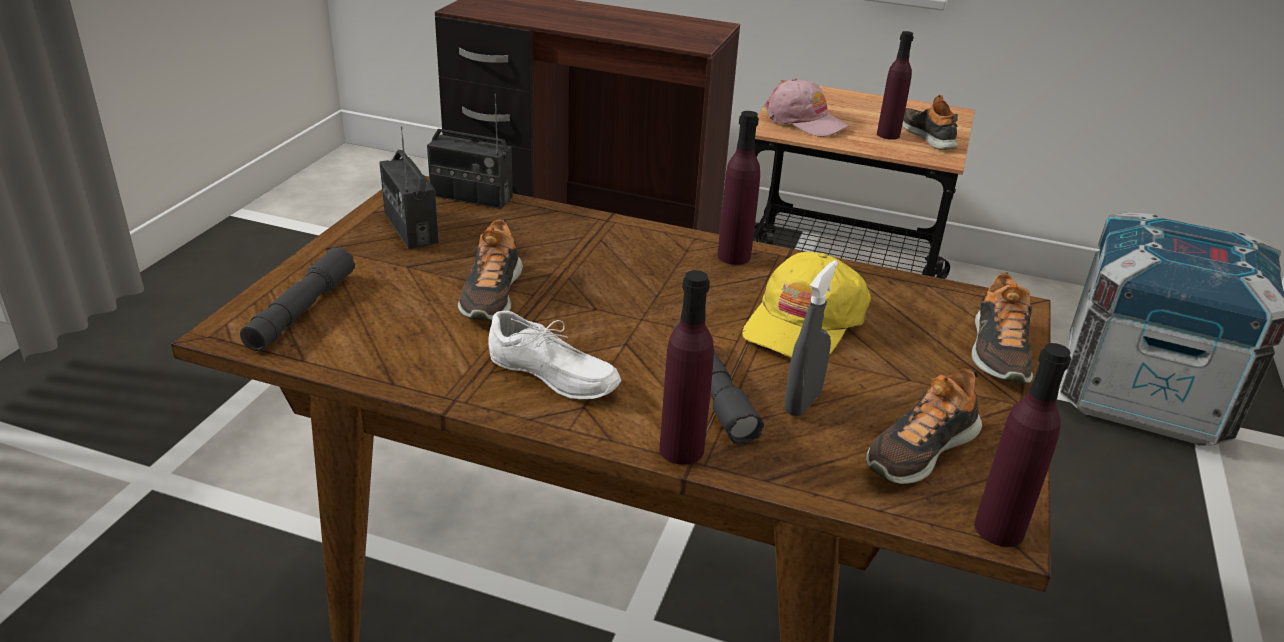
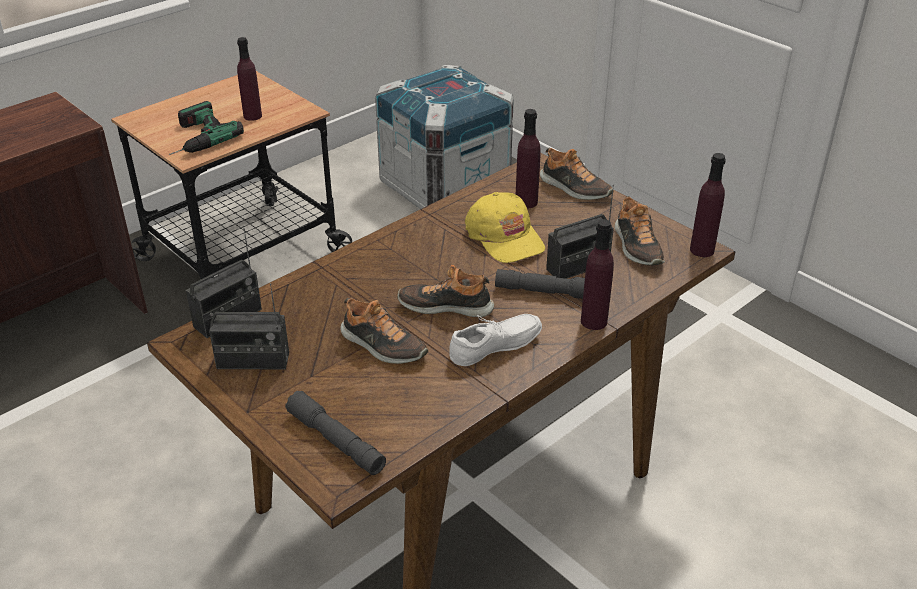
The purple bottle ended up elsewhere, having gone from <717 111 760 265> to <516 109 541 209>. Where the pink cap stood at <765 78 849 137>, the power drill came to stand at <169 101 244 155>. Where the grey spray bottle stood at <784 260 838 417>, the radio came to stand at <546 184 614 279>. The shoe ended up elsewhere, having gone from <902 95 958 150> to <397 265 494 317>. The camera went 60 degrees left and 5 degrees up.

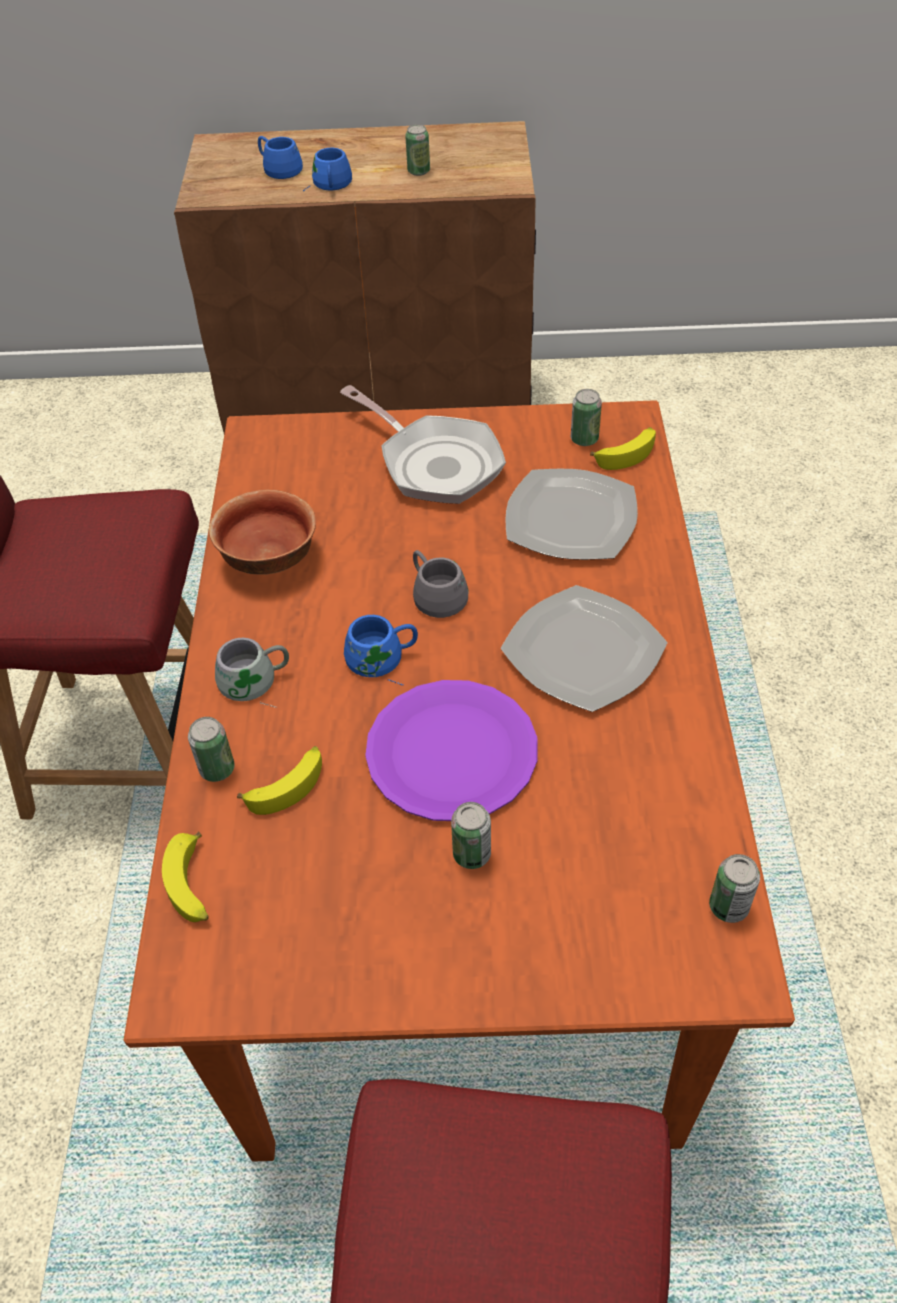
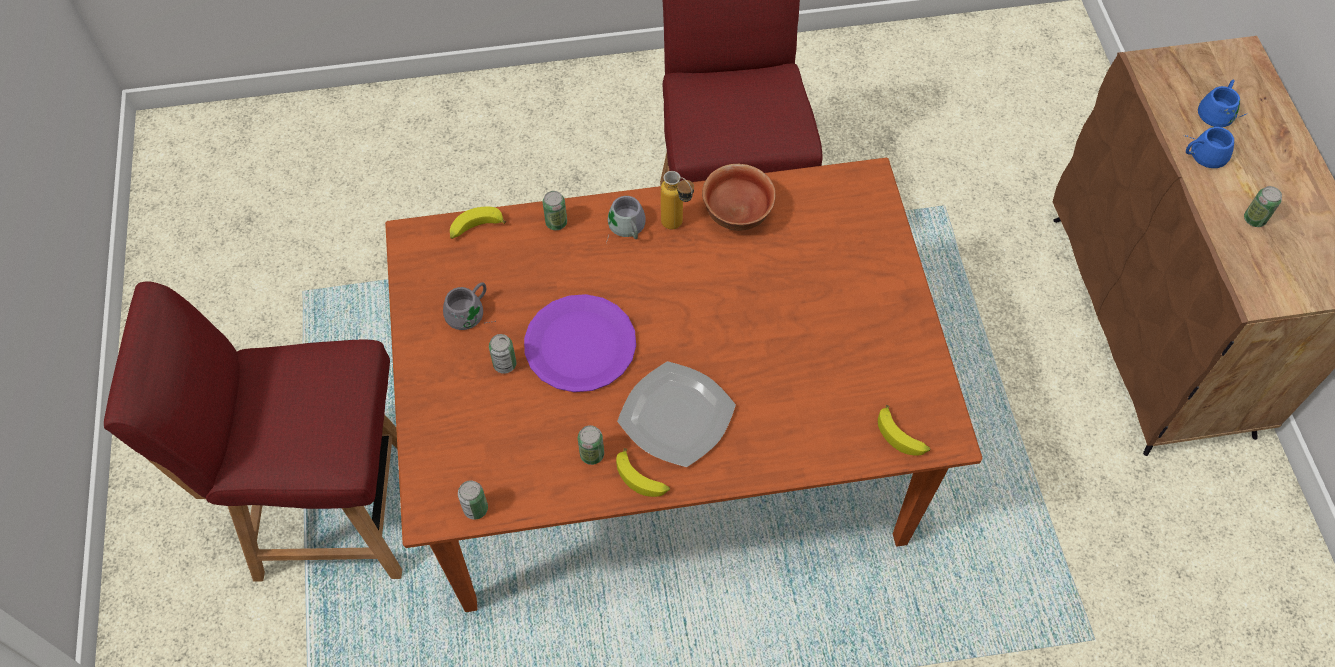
The banana ended up elsewhere, having gone from <237 746 322 815> to <616 448 670 497>. The second view lost the frying pan at <340 385 506 504>. The second view lost the blue mug at <344 615 418 686>. The grey mug ended up elsewhere, having gone from <413 550 468 618> to <443 282 495 330>. The second view lost the plate at <505 469 638 560>. The can ended up elsewhere, having gone from <571 389 602 446> to <578 425 604 465>. The second view gained the bottle at <661 171 694 229>. The camera went 80 degrees right and 10 degrees up.

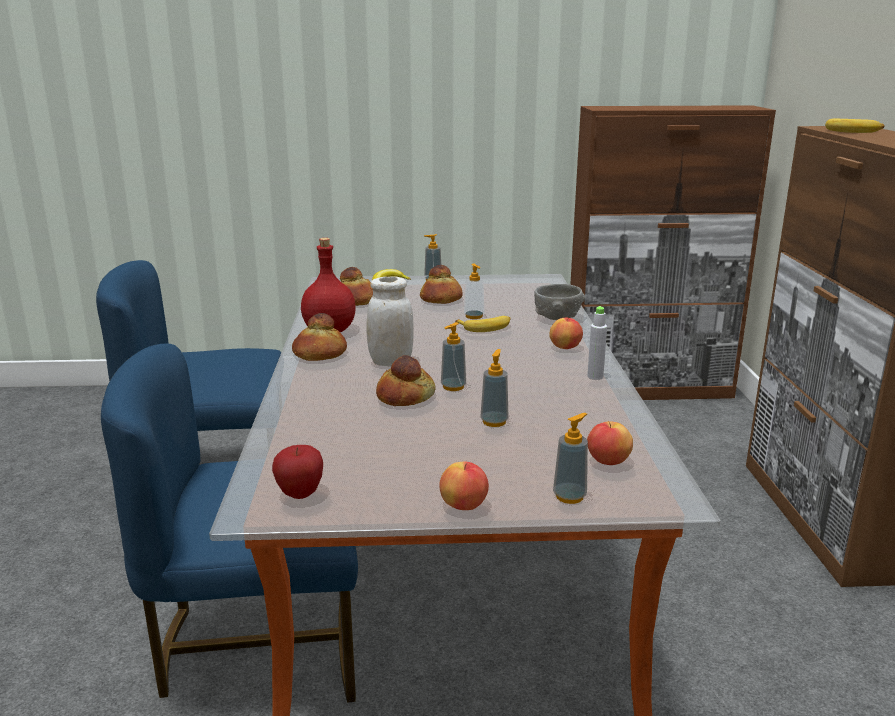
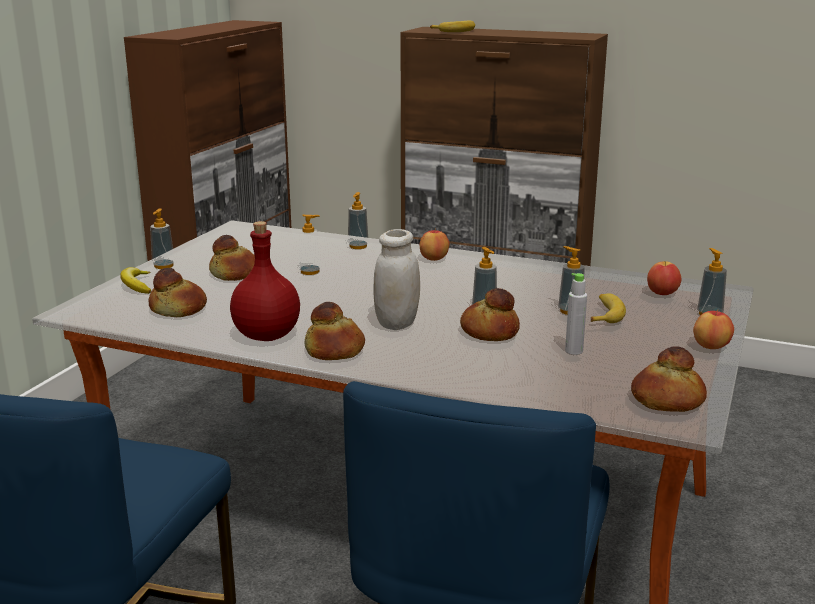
Where the apple stood at <272 445 323 499>, the bread came to stand at <631 346 707 412>. The banana ended up elsewhere, having gone from <455 316 511 332> to <591 293 626 323>. Where the grey bowl stood at <534 284 585 320>, the soap dispenser came to stand at <348 192 369 249>. The grey bottle ended up elsewhere, having gone from <587 306 607 380> to <565 273 587 355>. The camera went 65 degrees left and 0 degrees up.

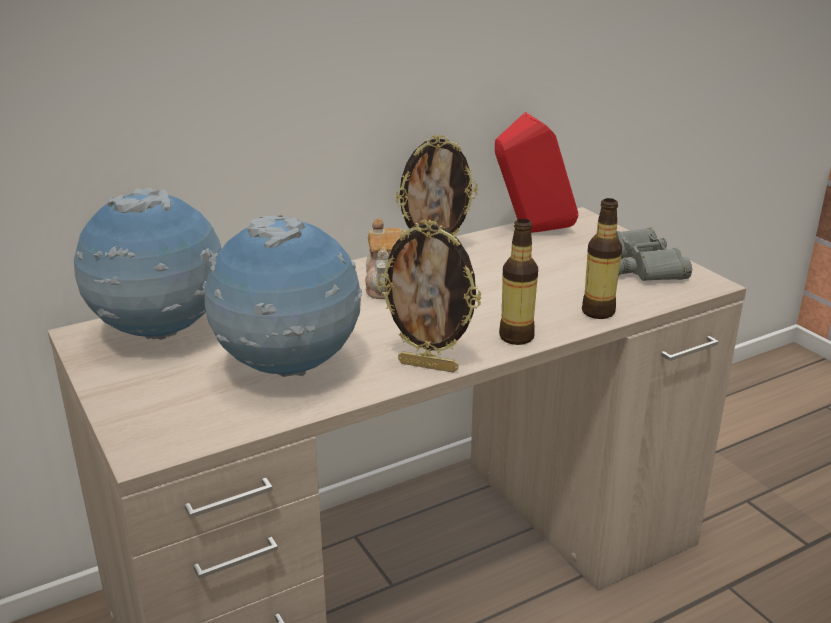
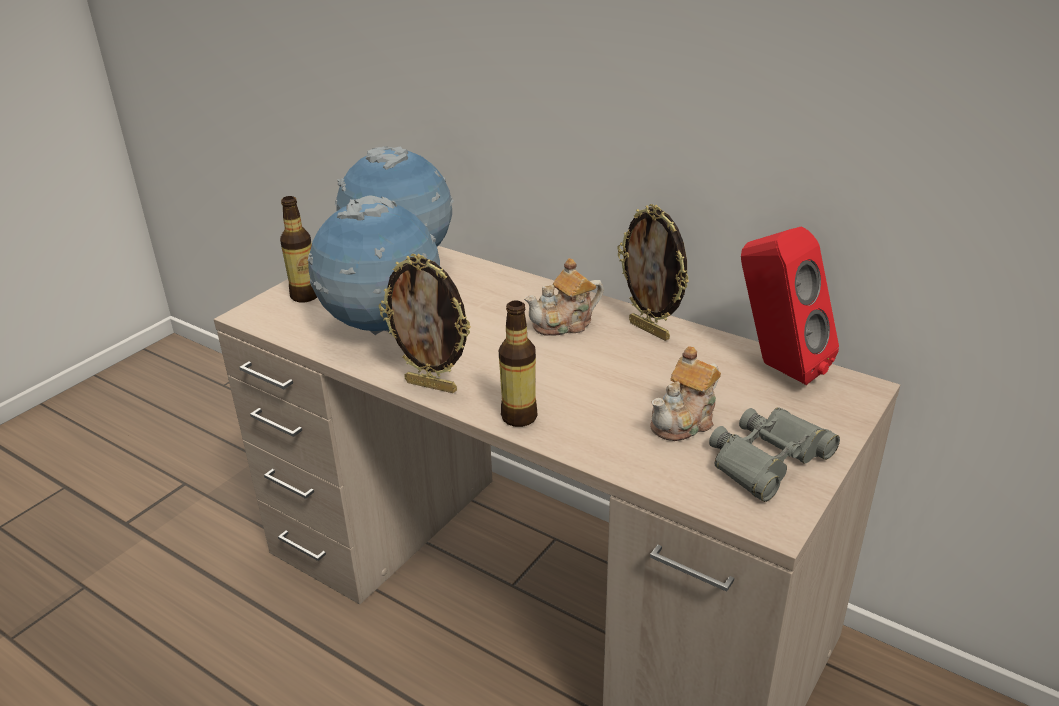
The picture frame at <377 219 482 372> ended up facing another way, 60 degrees counterclockwise from before. The bottle ended up elsewhere, having gone from <582 198 622 319> to <280 196 317 302>. The second view gained the teapot at <650 346 721 441>. The camera went 65 degrees right and 5 degrees up.

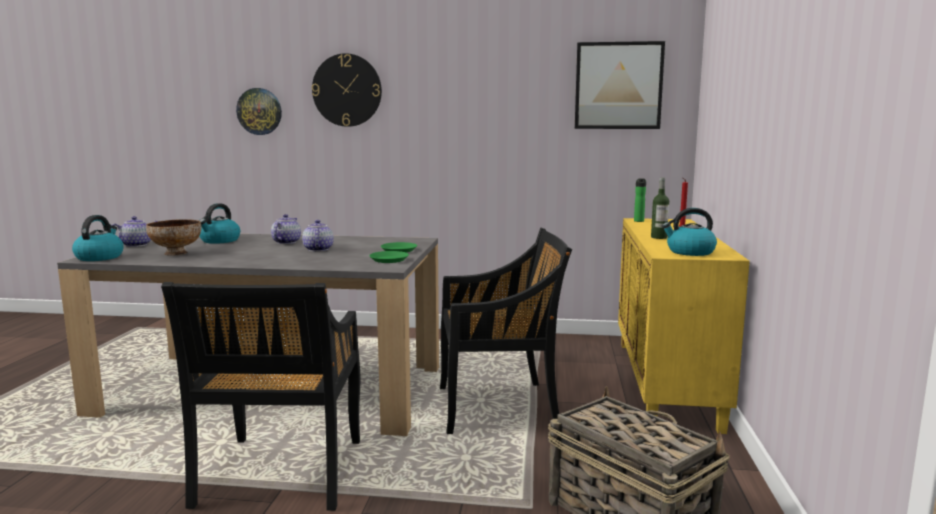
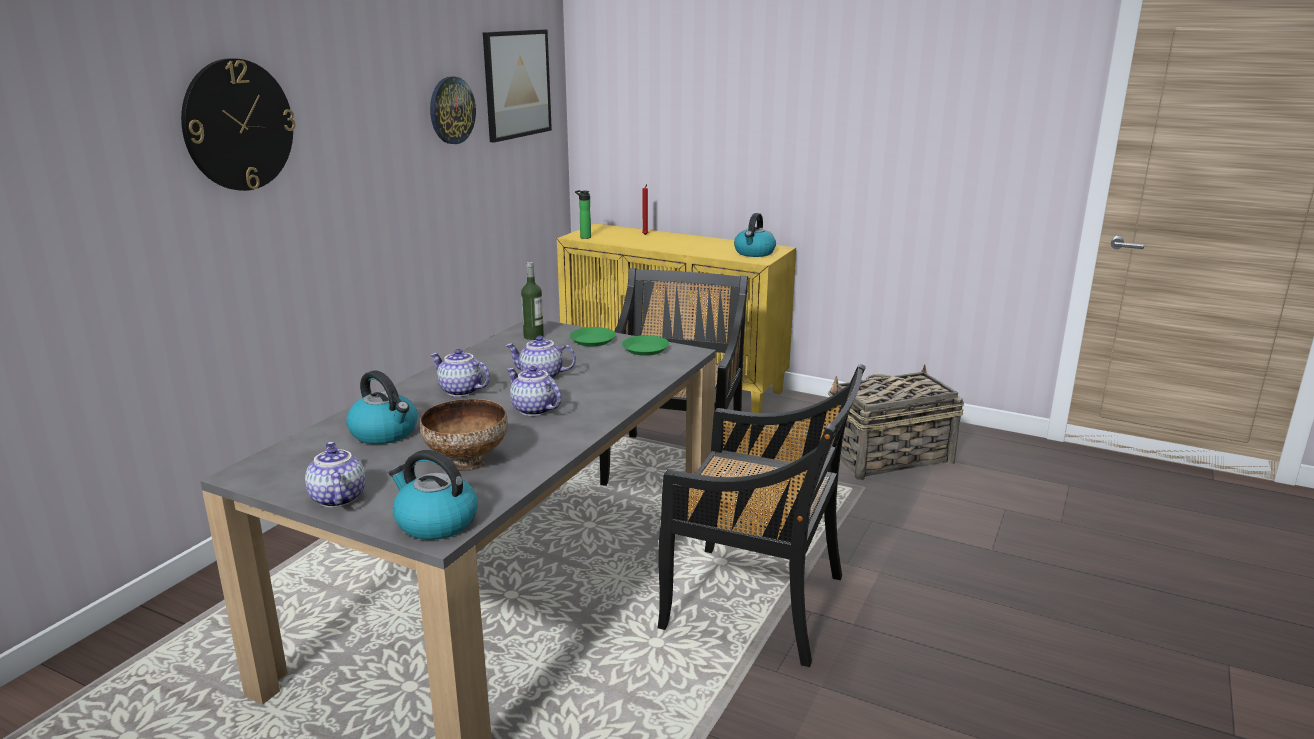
The wall clock ended up elsewhere, having gone from <236 88 282 135> to <430 76 476 144>. The bottle ended up elsewhere, having gone from <651 178 669 239> to <521 262 544 340>. The second view gained the teapot at <507 366 561 416>. The camera went 70 degrees left and 10 degrees up.

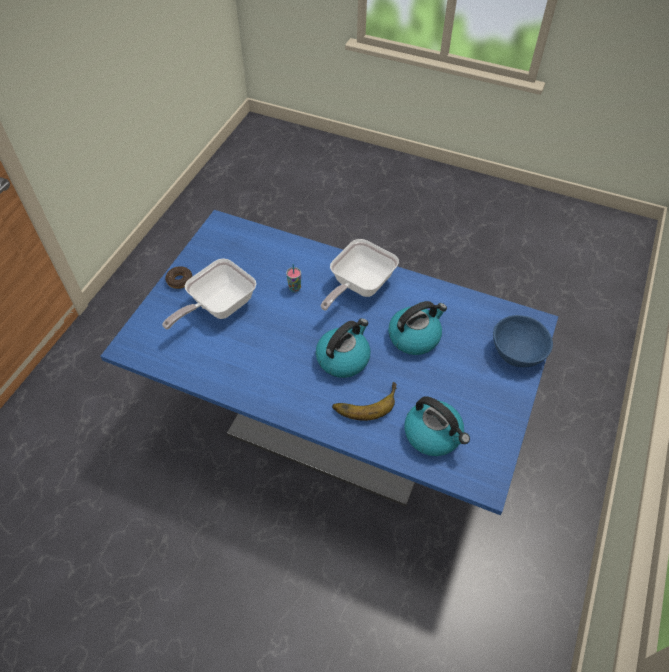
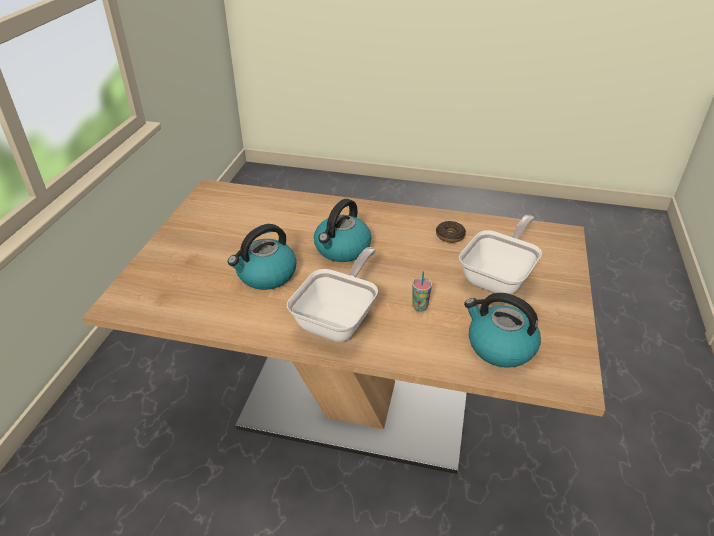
What was the blue dining table at <101 210 558 515> turned into the brown dining table at <82 179 605 474>. The donut ended up elsewhere, having gone from <165 266 192 289> to <436 221 466 243>. The second view lost the banana at <332 382 397 421>. The kettle ended up elsewhere, having gone from <404 396 470 456> to <464 293 541 368>. The second view lost the blue bowl at <493 315 553 367>. The camera went 170 degrees right and 15 degrees down.

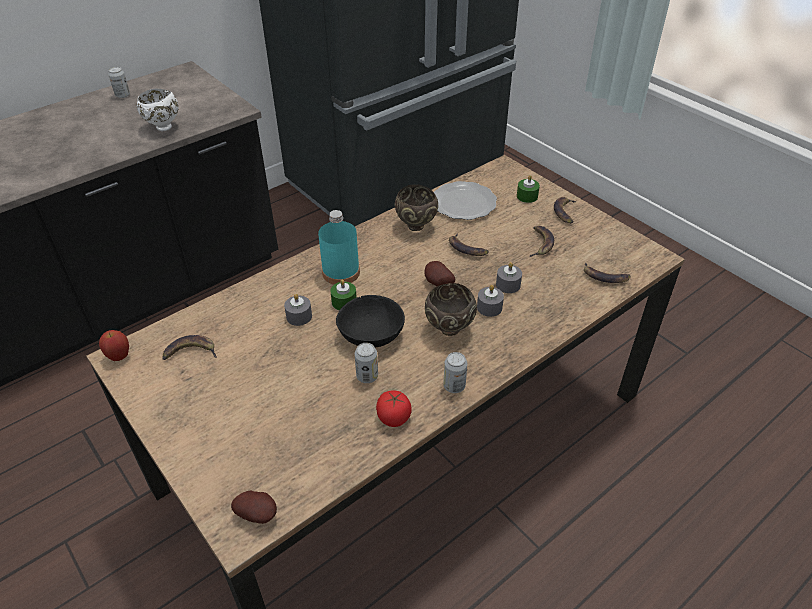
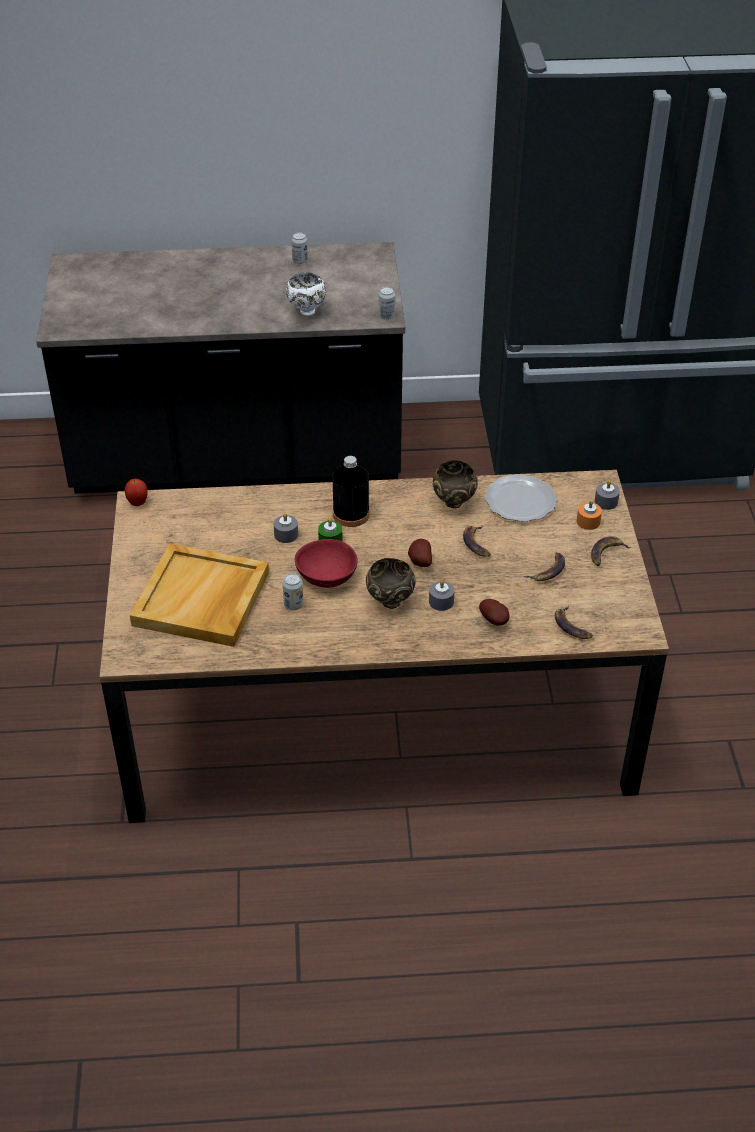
The second view lost the banana at <162 335 217 360>. The potato ended up elsewhere, having gone from <231 490 277 524> to <479 599 510 626>. What was the turquoise bottle at <318 210 360 284> turned into the black bottle at <332 456 370 527>. What was the black bowl at <336 295 405 348> turned into the red bowl at <295 539 357 588>. The second view lost the tomato at <376 390 412 427>. The can ended up elsewhere, having gone from <444 352 467 393> to <379 287 395 320>. The grey candle ended up elsewhere, having gone from <496 262 522 293> to <595 480 620 510>. What was the green candle at <517 175 540 203> turned into the orange candle at <577 500 602 530>. The second view gained the beige tray at <130 544 269 647>. The camera went 35 degrees right and 0 degrees up.

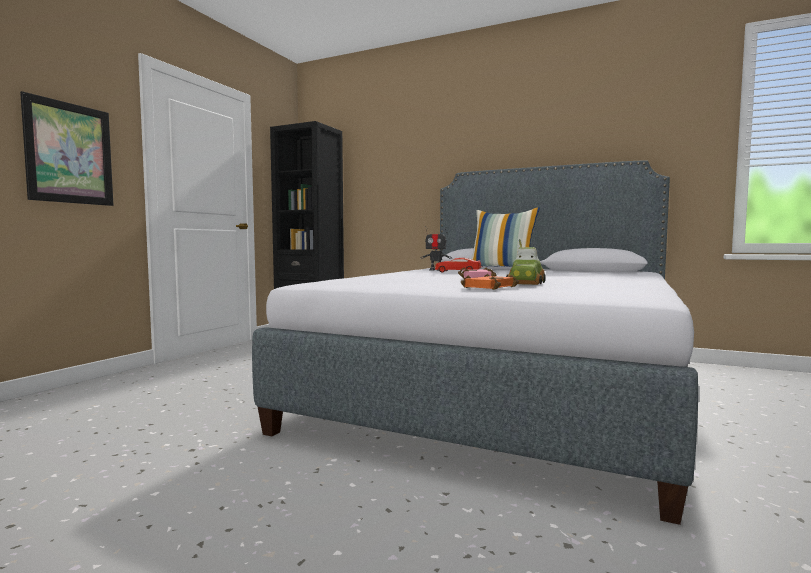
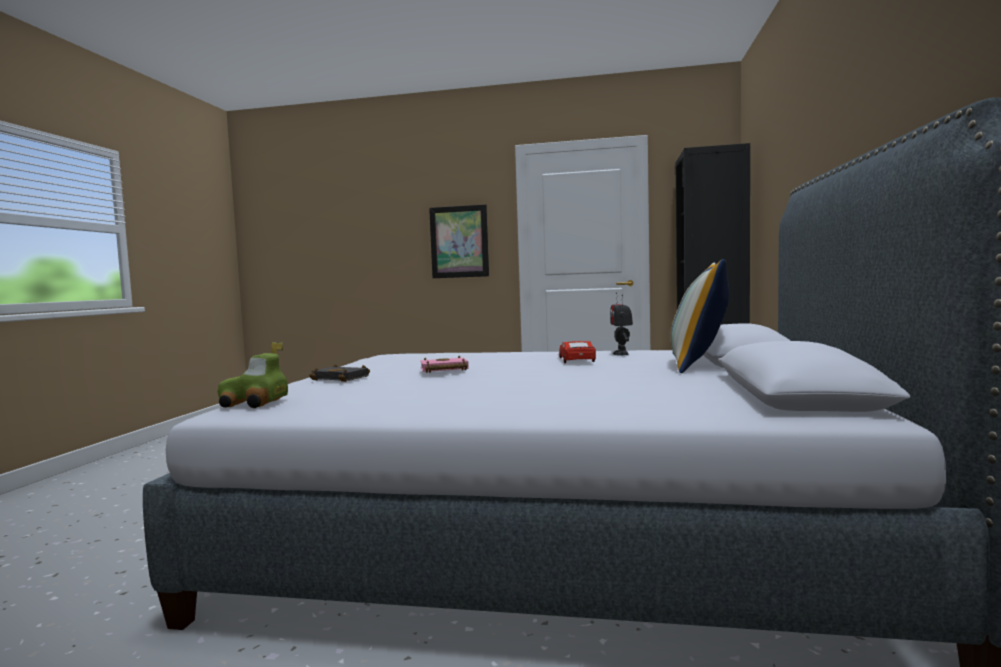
What was the orange book at <461 274 519 290> turned into the black book at <309 364 370 382>. The toy car ended up elsewhere, having gone from <506 239 546 285> to <217 342 288 408>. The camera went 75 degrees right and 0 degrees up.

